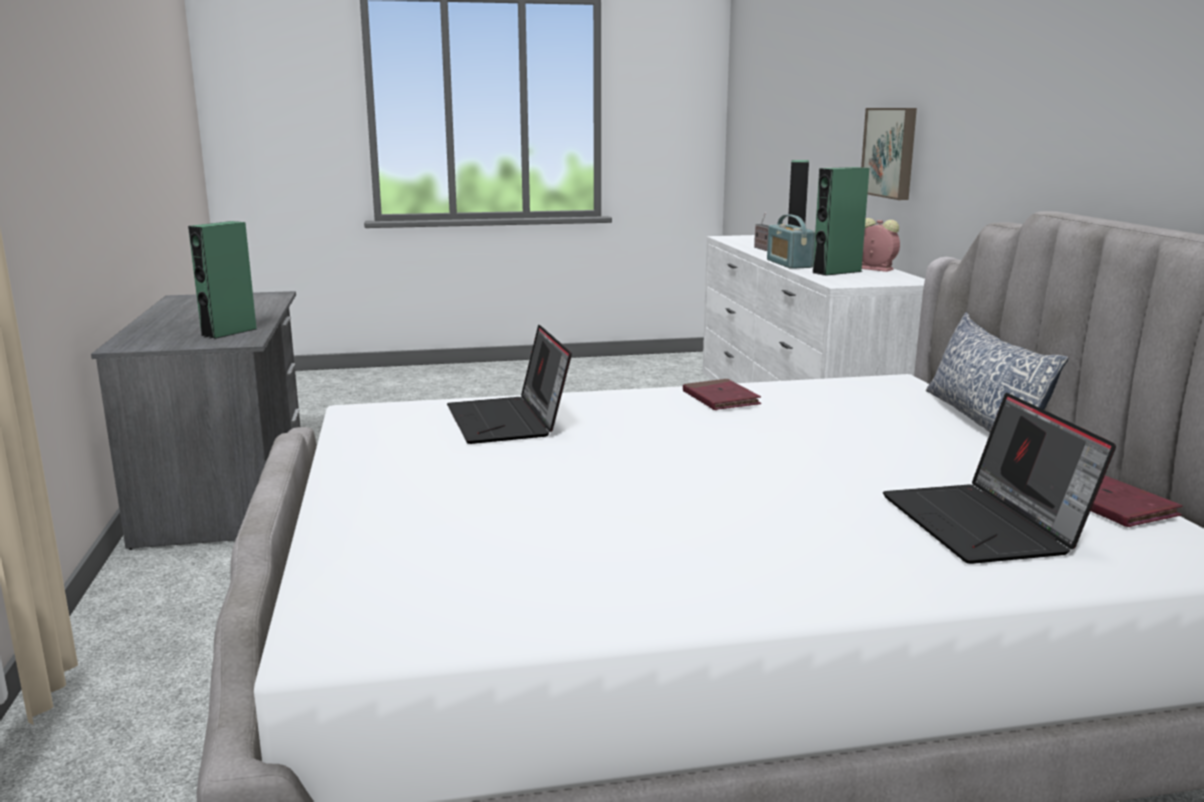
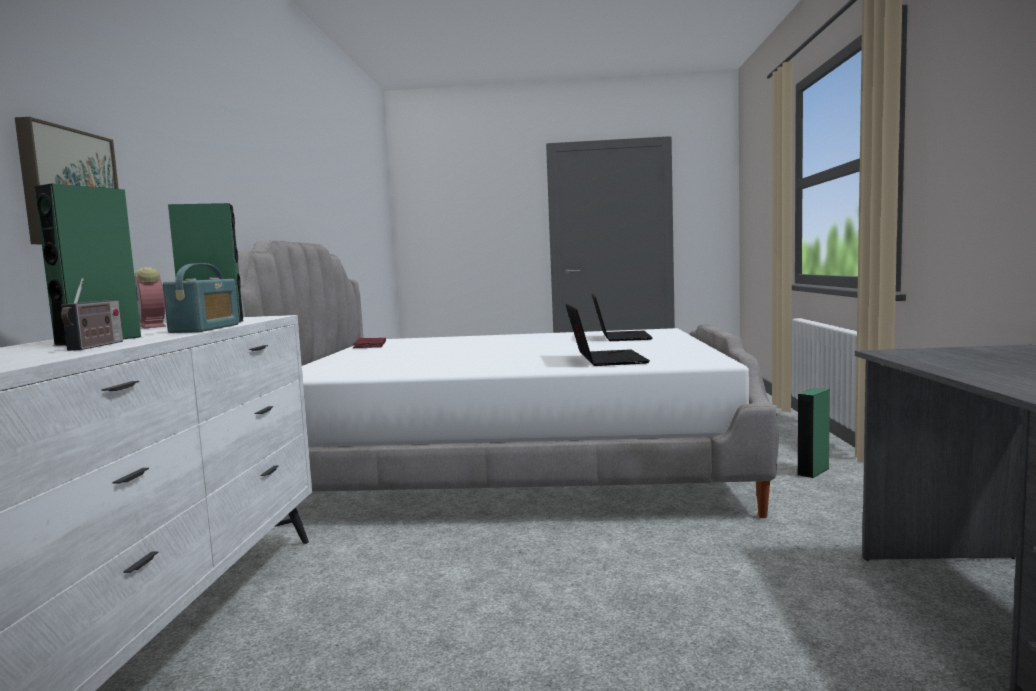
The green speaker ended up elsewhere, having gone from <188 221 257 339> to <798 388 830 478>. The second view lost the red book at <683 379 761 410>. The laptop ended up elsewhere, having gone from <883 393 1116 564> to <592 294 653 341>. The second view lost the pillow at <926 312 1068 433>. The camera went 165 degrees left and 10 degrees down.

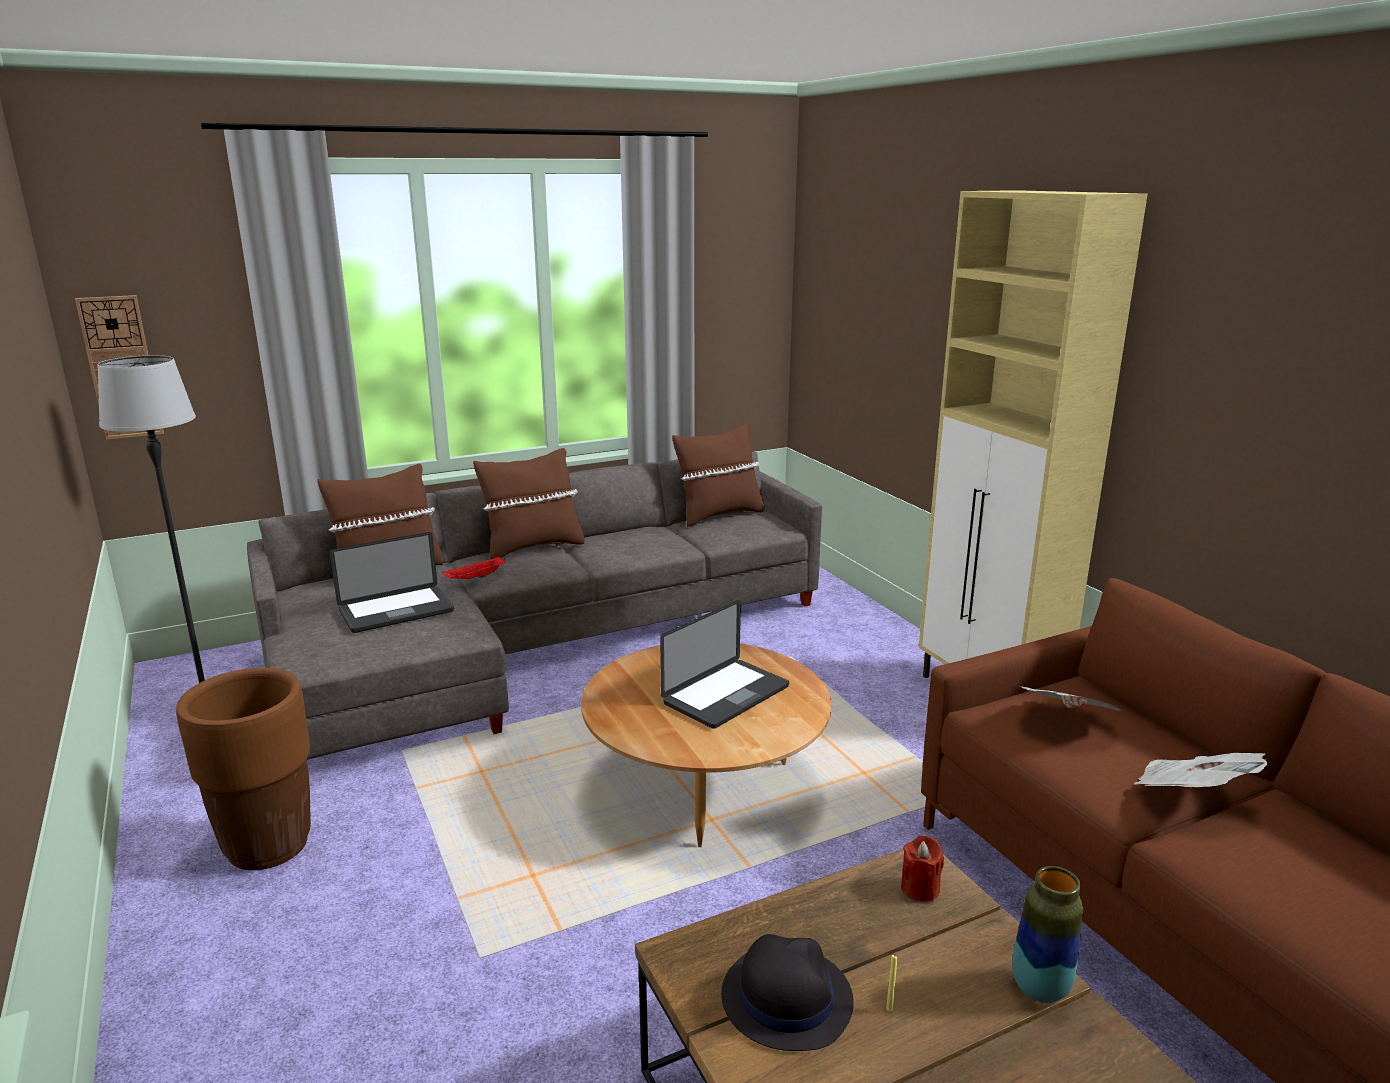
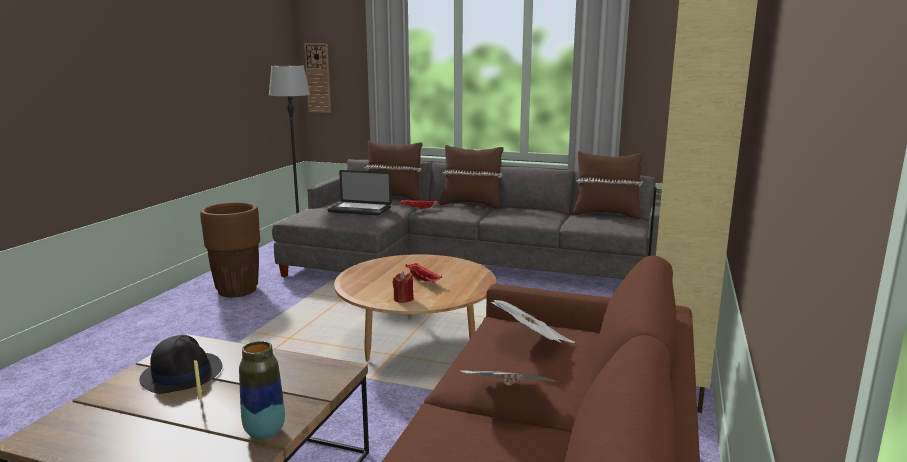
Where the laptop stood at <660 600 789 729>, the red tray came to stand at <405 263 442 282>. The red candle ended up elsewhere, having gone from <901 835 944 902> to <393 271 414 303>. The camera went 45 degrees right and 5 degrees down.

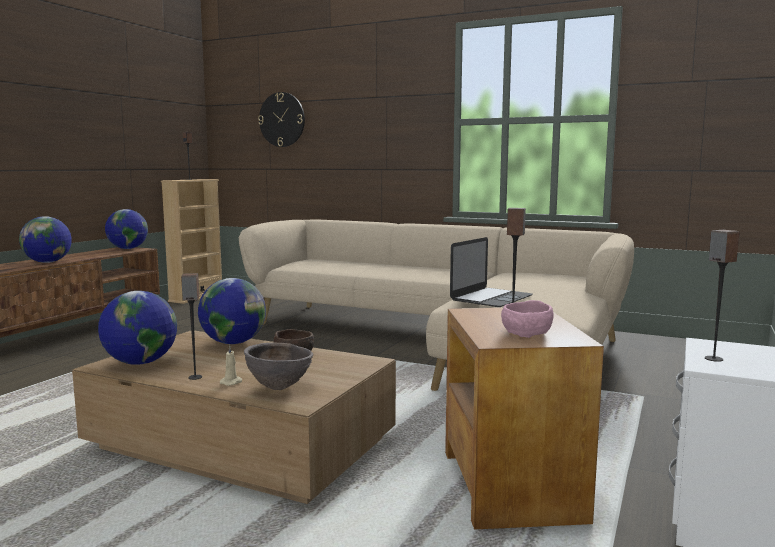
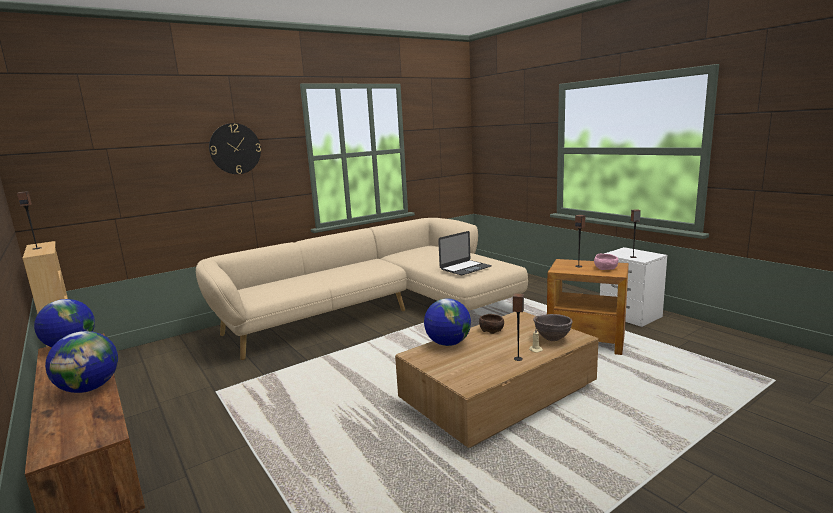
The second view lost the globe at <98 291 177 365>. The wall clock ended up elsewhere, having gone from <258 92 305 147> to <209 123 261 174>. The laptop at <450 237 533 307> ended up facing another way, 75 degrees clockwise from before. The camera went 60 degrees left and 5 degrees up.

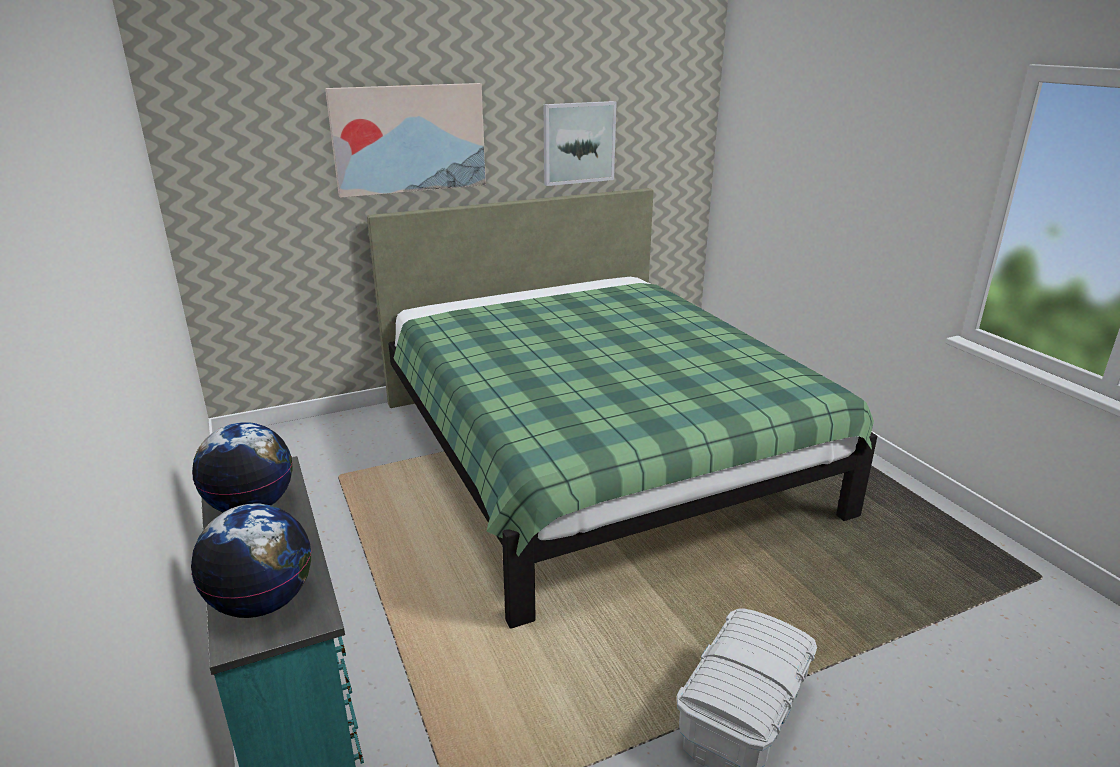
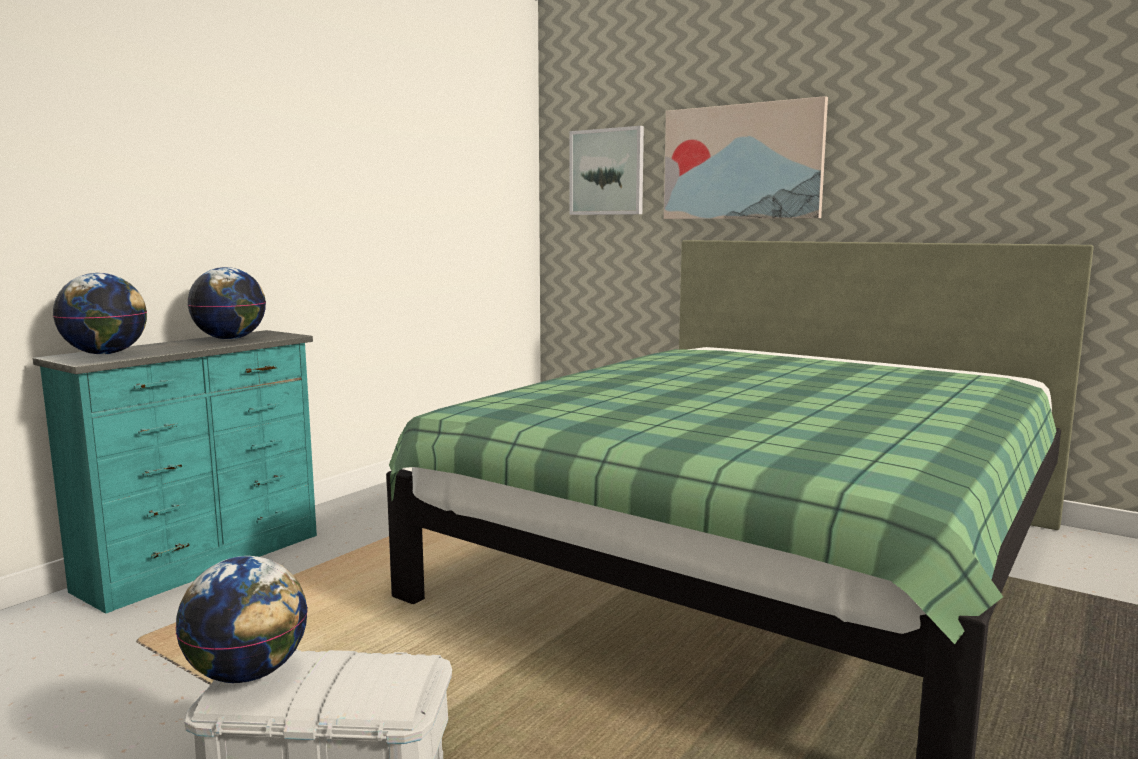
The picture ended up elsewhere, having gone from <544 101 617 186> to <570 126 644 215>. The second view gained the globe at <176 556 308 683>. The camera went 60 degrees right and 15 degrees down.

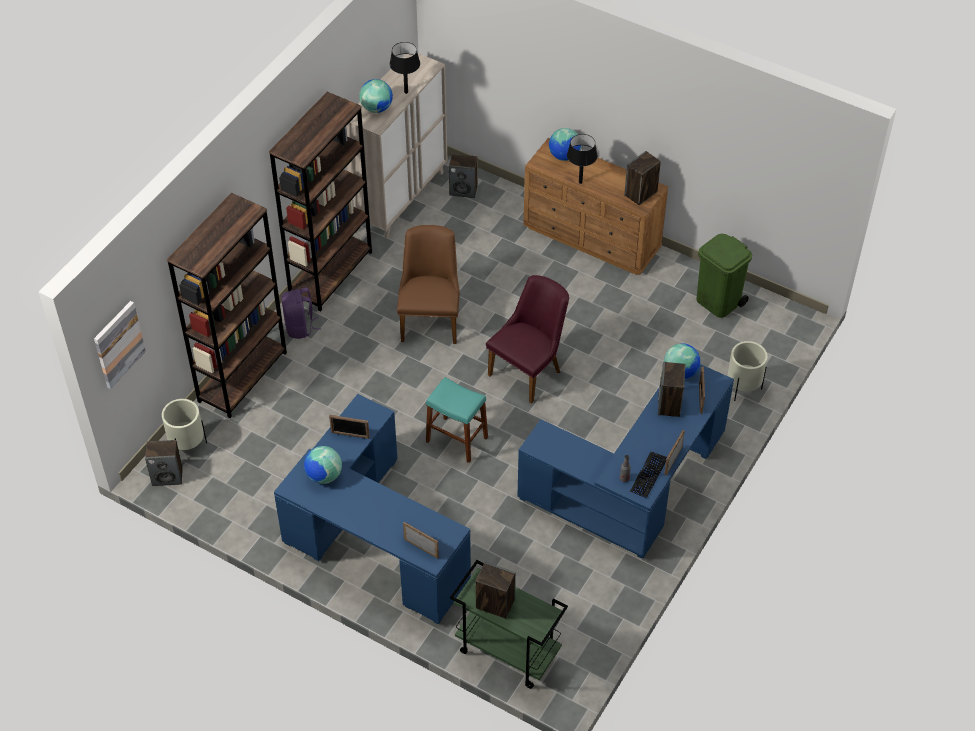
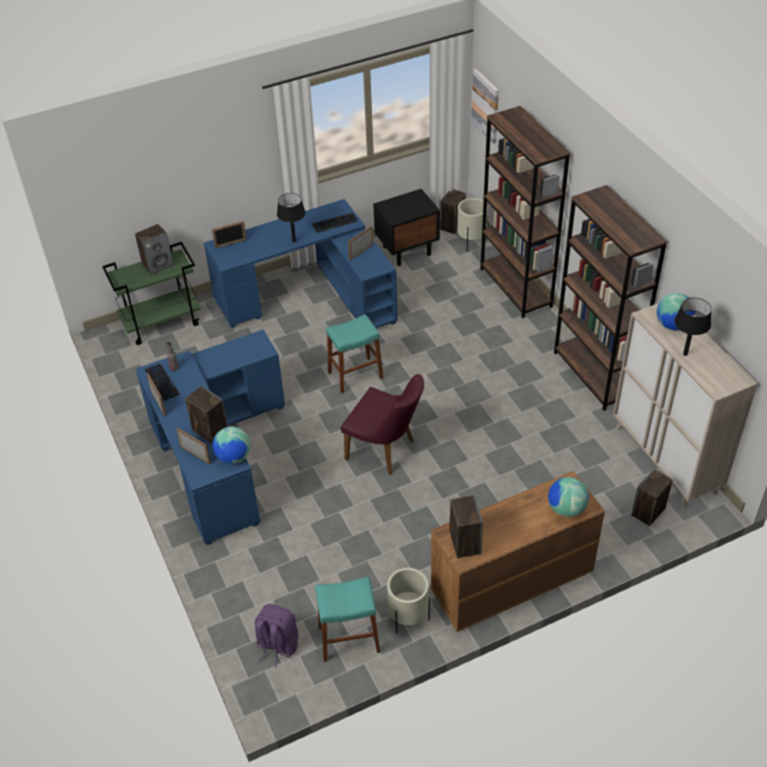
The purple backpack ended up elsewhere, having gone from <282 288 321 339> to <255 604 298 668>. Where the globe stood at <304 446 342 484>, the keyboard came to stand at <312 213 358 233>. The second view lost the brown chair at <397 225 460 344>. The purple chair at <486 275 569 404> ended up facing another way, 45 degrees counterclockwise from before. The black table lamp ended up elsewhere, having gone from <567 134 598 184> to <277 193 305 242>. Where the green trash can stood at <696 234 752 318>, the turquoise stool came to stand at <315 577 380 662>. The beige planter ended up elsewhere, having gone from <727 341 768 401> to <387 568 430 634>. The second view gained the black nightstand at <373 189 440 266>. The camera went 125 degrees right and 5 degrees down.

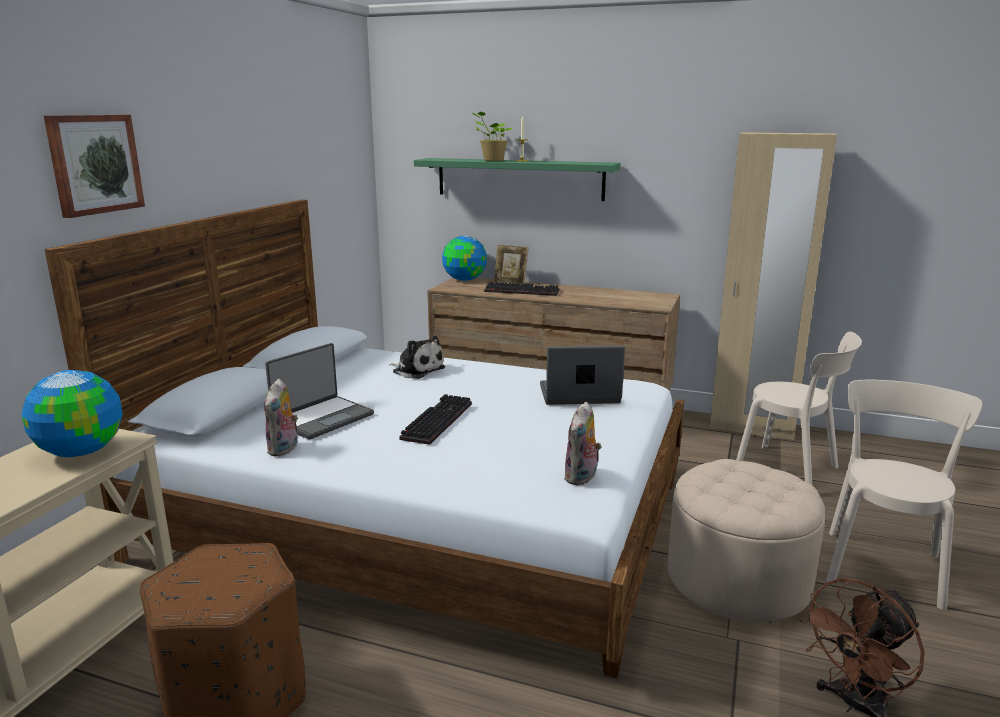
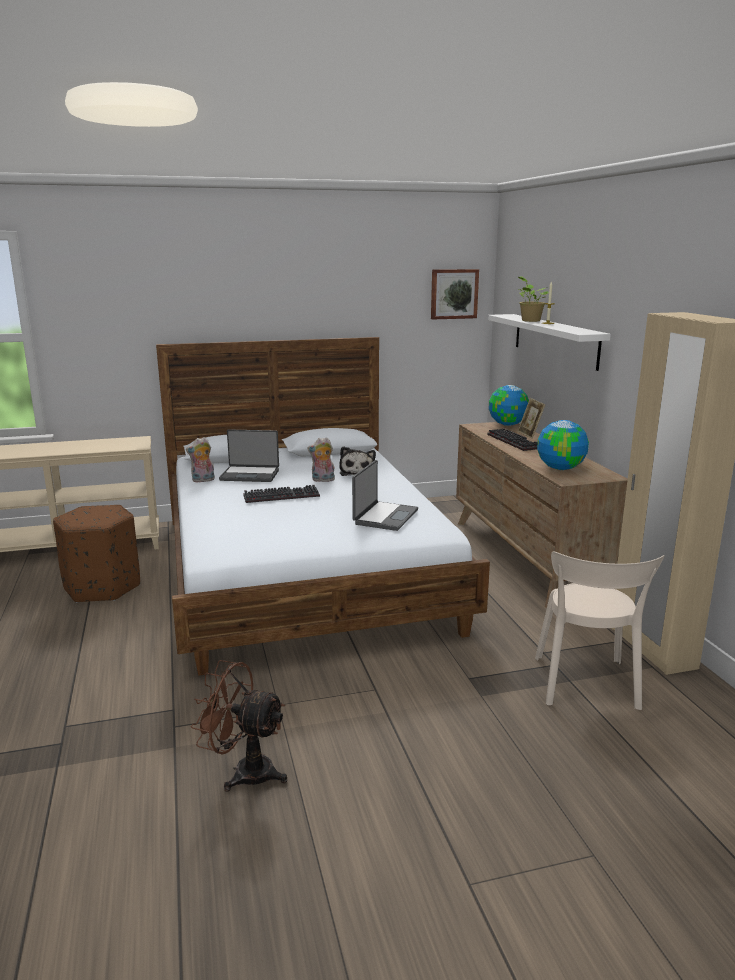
The globe ended up elsewhere, having gone from <21 370 123 457> to <537 420 589 470>. The picture ended up elsewhere, having gone from <44 115 145 218> to <431 269 479 320>. What was the green shelf at <414 158 621 201> turned into the white shelf at <488 314 611 371>. The laptop at <540 345 625 405> ended up facing another way, 60 degrees clockwise from before. The plush toy ended up elsewhere, having gone from <564 402 602 486> to <307 437 335 482>. The second view lost the beige ottoman at <668 459 825 623>. The second view lost the beige chair at <826 380 983 610>. The camera went 55 degrees right and 0 degrees up.

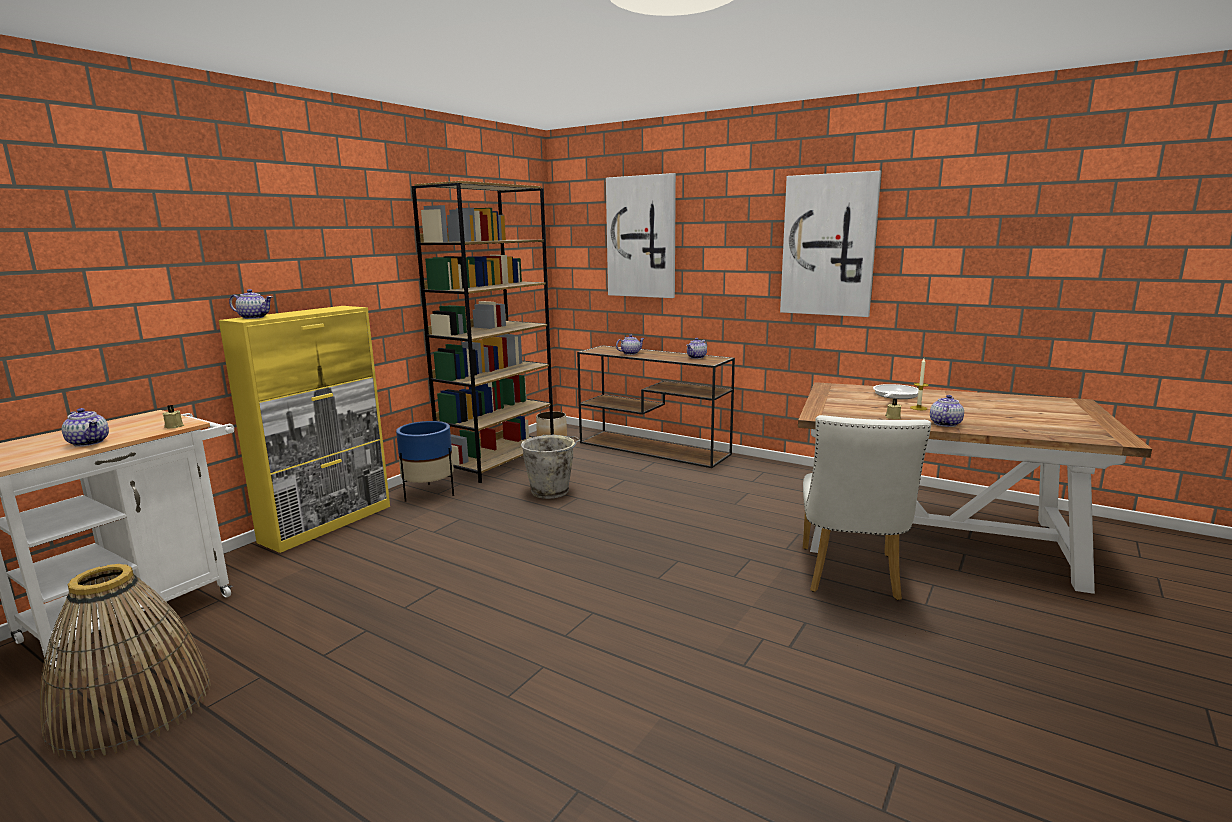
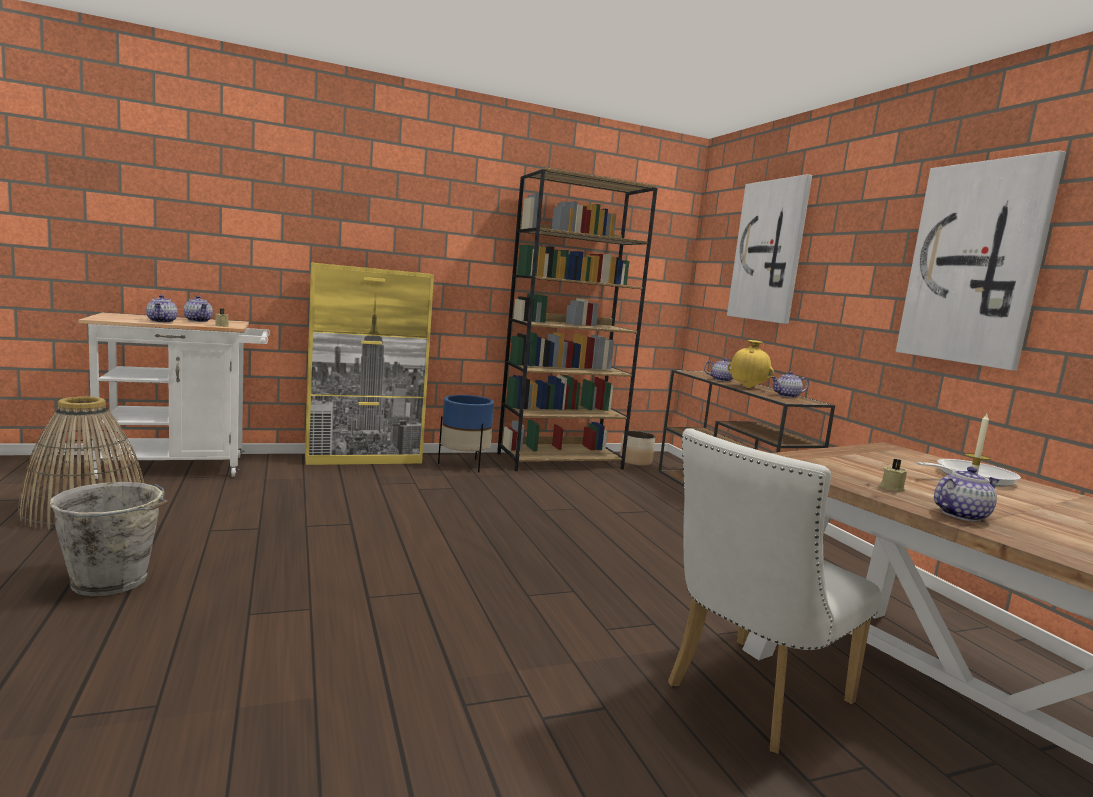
The teapot ended up elsewhere, having gone from <229 289 272 319> to <184 295 213 322>. The grey bucket ended up elsewhere, having gone from <520 435 580 499> to <49 482 168 596>. The second view gained the yellow vase at <728 340 774 388>. The camera went 35 degrees right and 5 degrees down.

